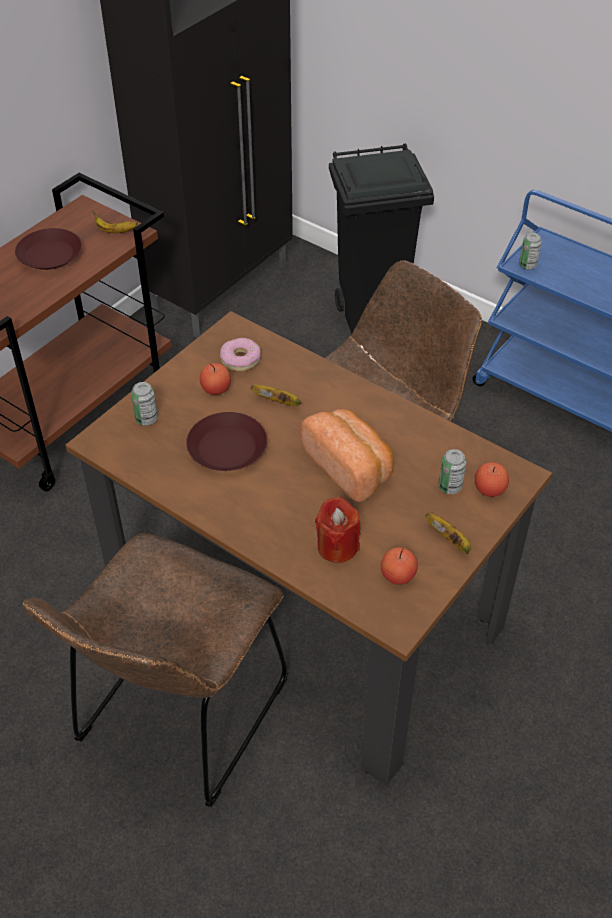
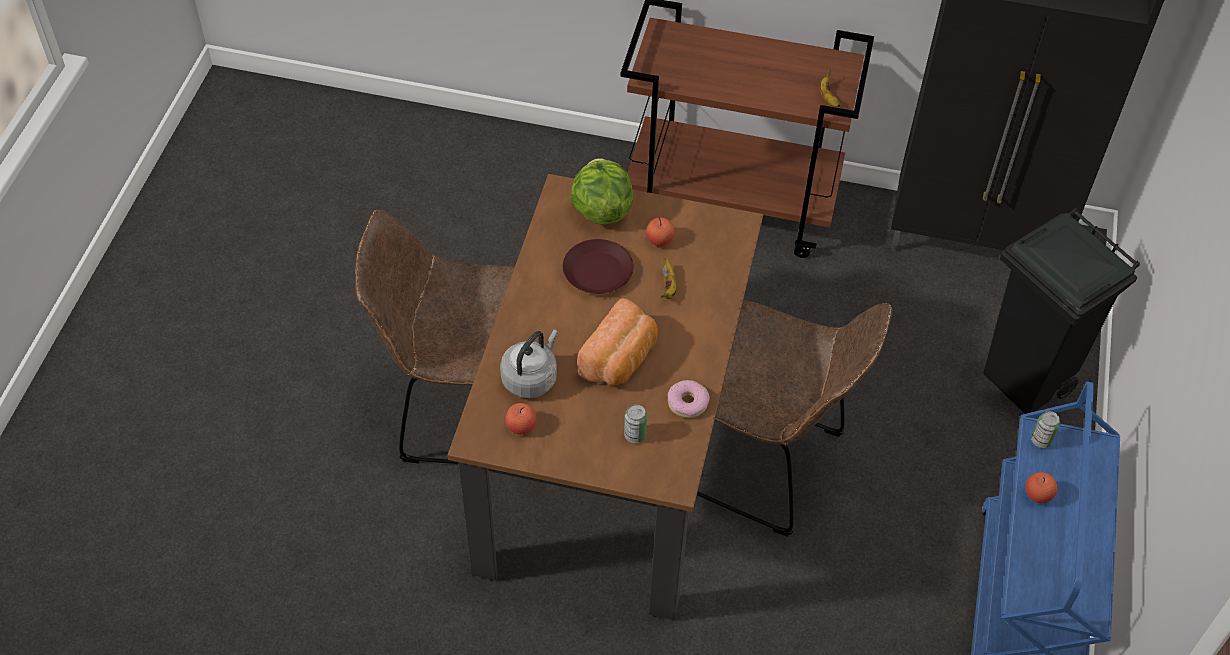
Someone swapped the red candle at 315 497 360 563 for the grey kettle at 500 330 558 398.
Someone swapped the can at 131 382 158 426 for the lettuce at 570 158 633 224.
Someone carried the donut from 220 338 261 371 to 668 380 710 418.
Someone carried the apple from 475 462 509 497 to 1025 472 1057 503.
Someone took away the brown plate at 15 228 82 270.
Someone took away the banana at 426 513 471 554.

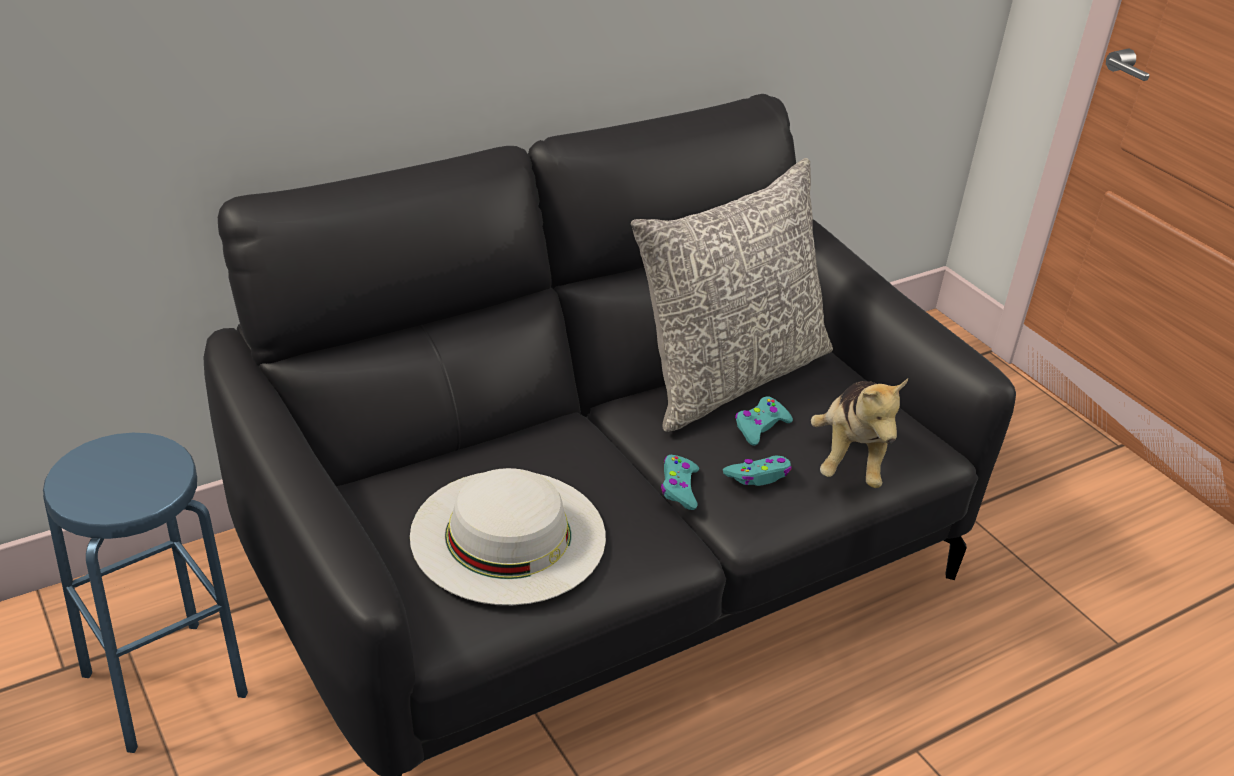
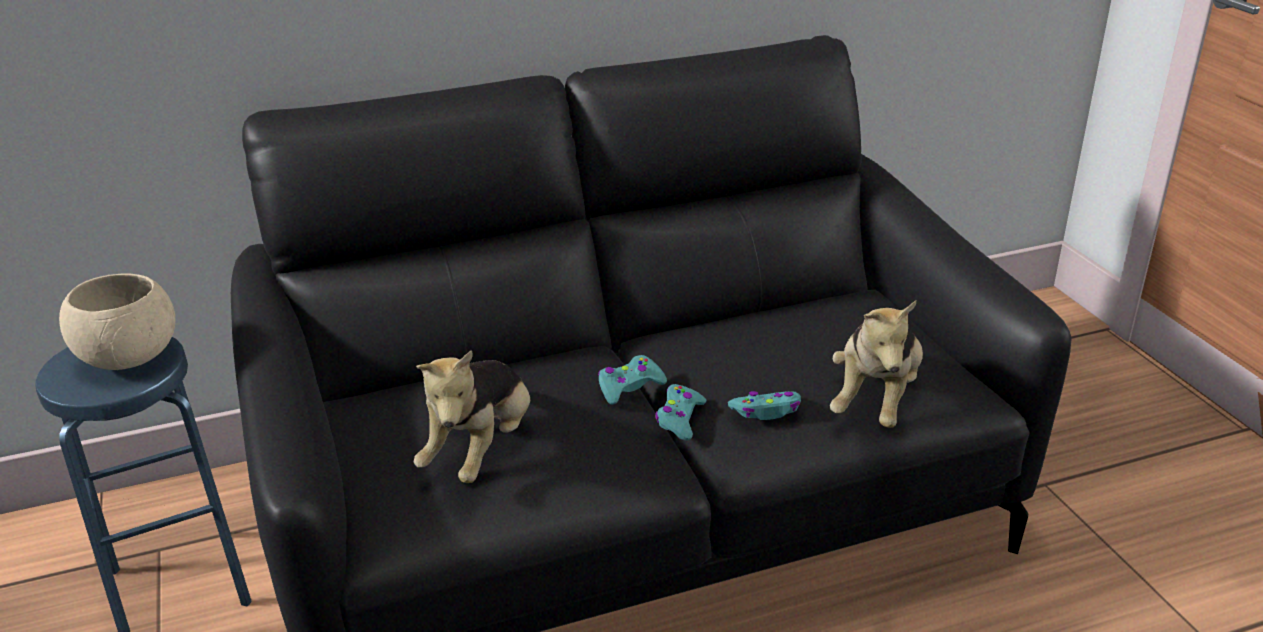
Someone put down the beige bowl at 59 274 175 370.
Someone swapped the white hat at 410 468 606 605 for the plush toy at 414 350 530 483.
Someone carried the turquoise game controller from 735 396 793 446 to 598 355 667 405.
Someone took away the grey pillow at 631 158 833 432.

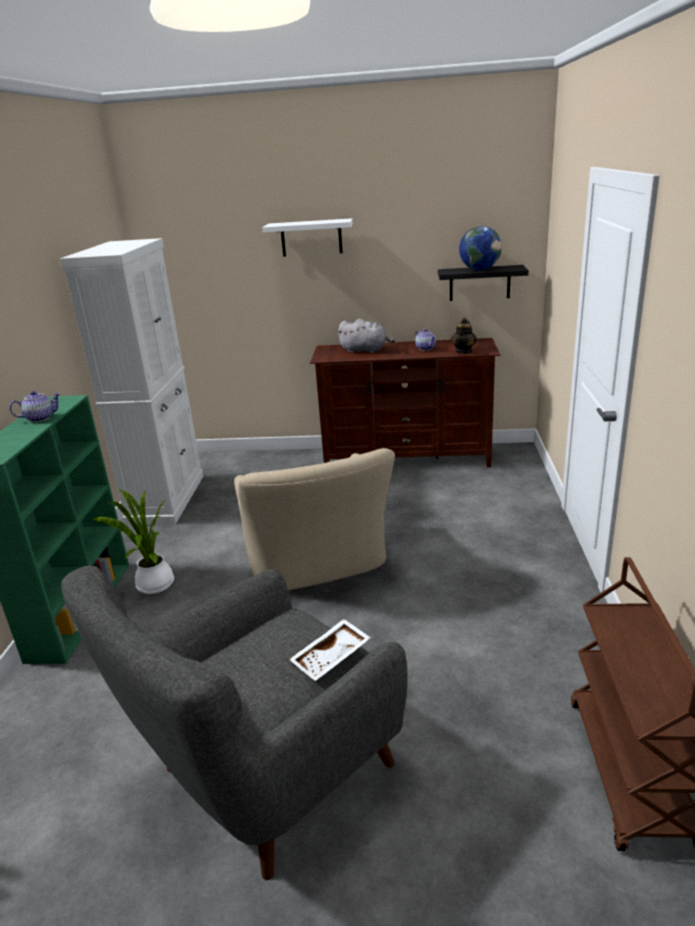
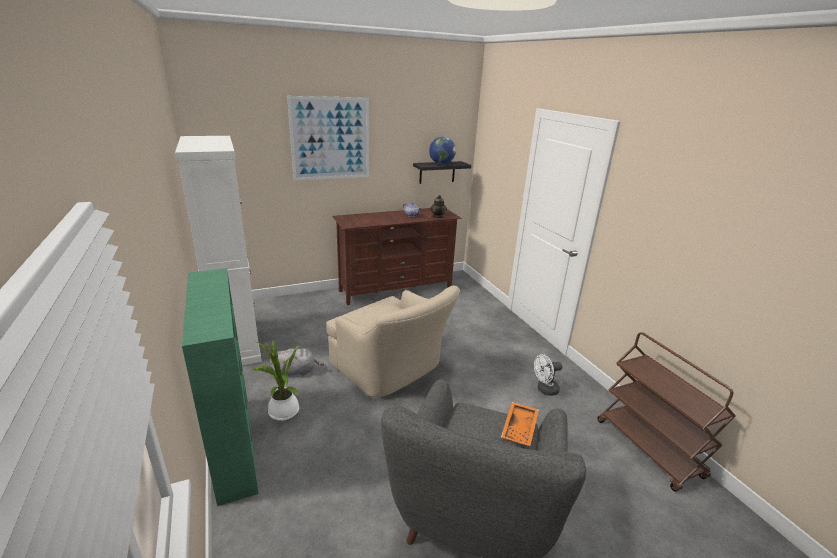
Someone carried the grey plush toy from 338 319 395 354 to 270 348 324 376.
Someone swapped the white shelf at 262 218 353 257 for the picture at 287 96 369 180.
Someone repainted the white tray at 289 619 371 681, which became the orange tray at 501 402 539 446.
Someone put down the white fan at 534 354 562 396.
Someone took away the teapot at 10 391 61 422.

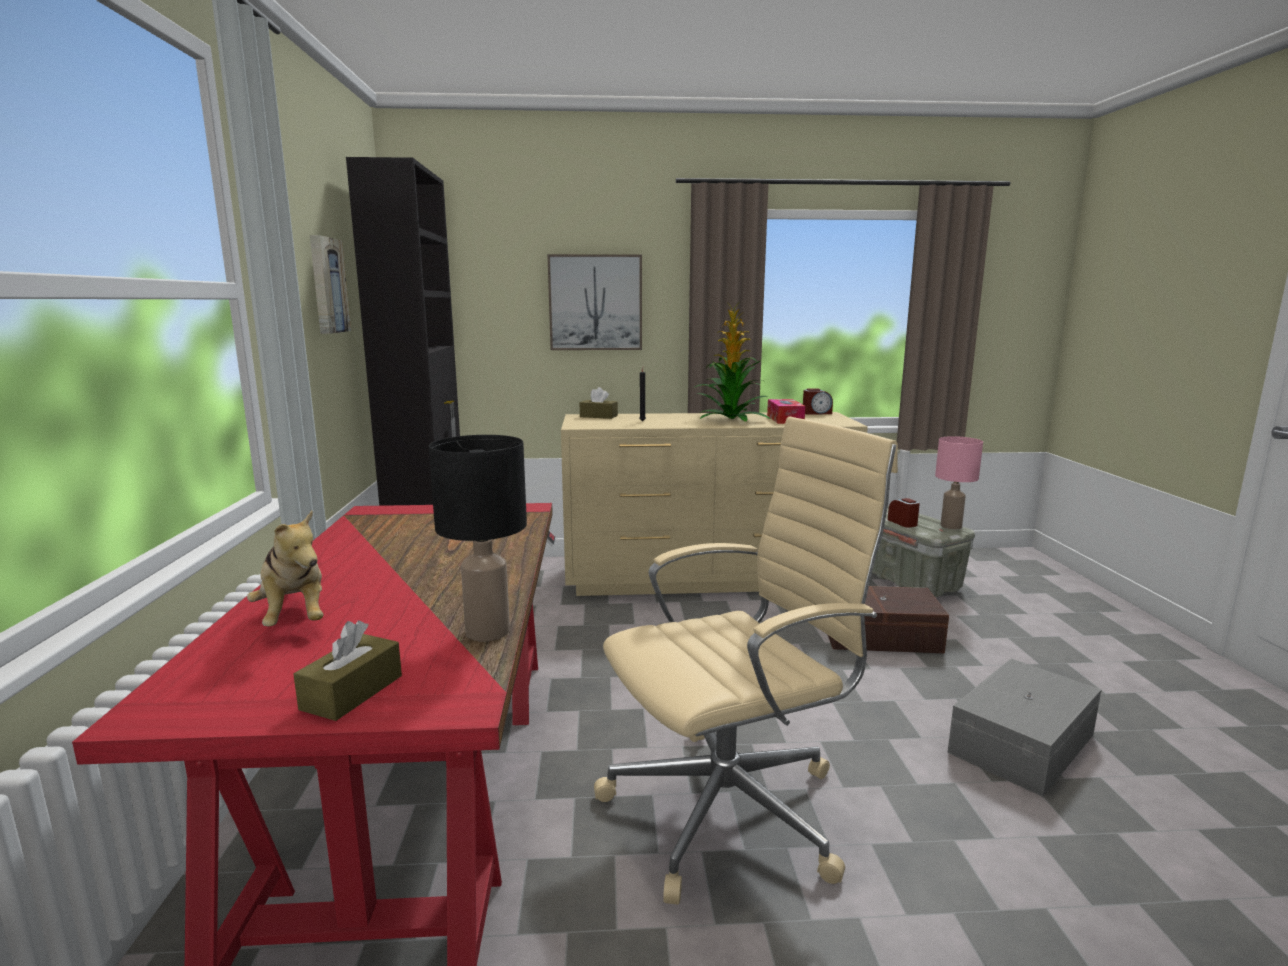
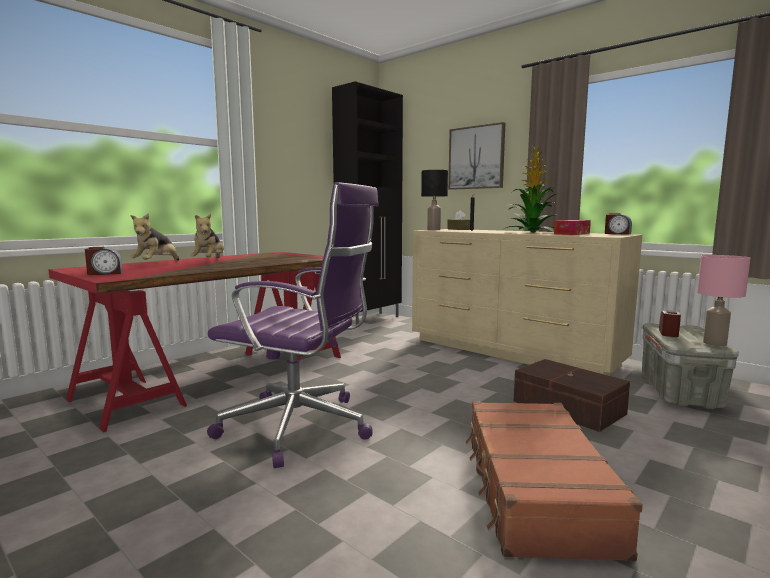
Someone swapped the brown tissue box at 293 620 402 721 for the alarm clock at 85 247 123 275.
Someone put down the plush toy at 190 214 224 258.
Someone repainted the beige office chair at 594 417 898 905, which became the purple office chair at 207 182 379 468.
Someone carried the black table lamp from 429 435 527 641 to 421 170 448 230.
Someone swapped the grey storage box at 948 658 1101 797 for the brown suitcase at 465 401 643 561.
Someone took away the picture at 310 235 351 334.

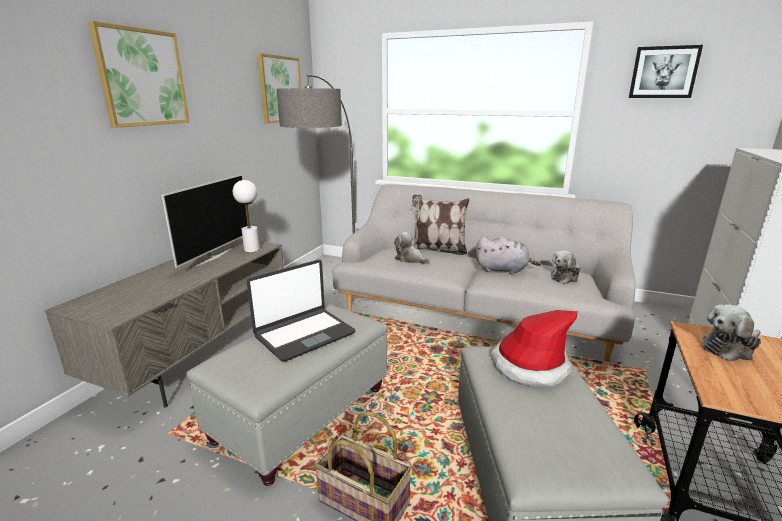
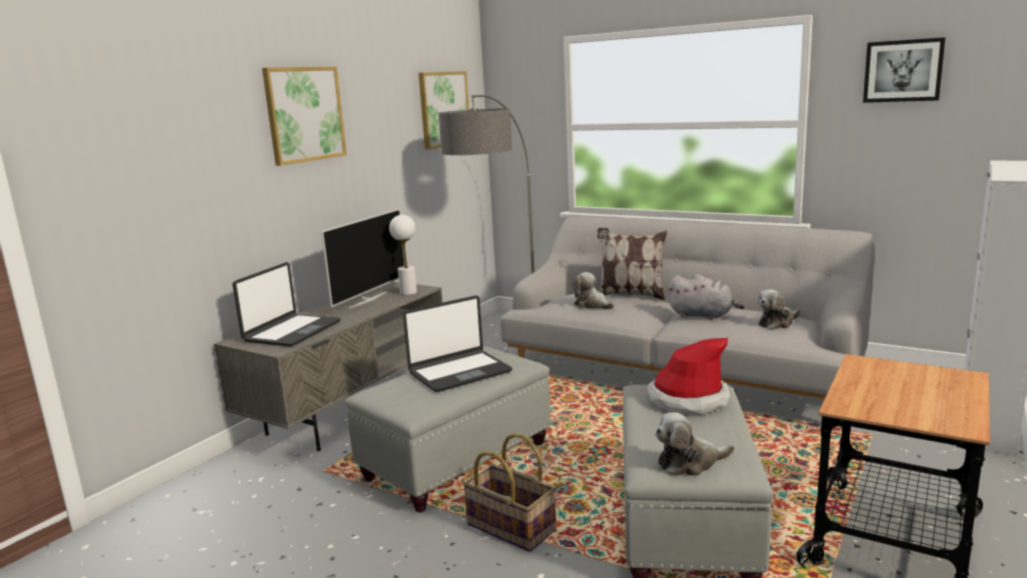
Someone put down the laptop at 233 262 340 347.
Someone carried the plush toy from 702 304 761 361 to 655 412 735 476.

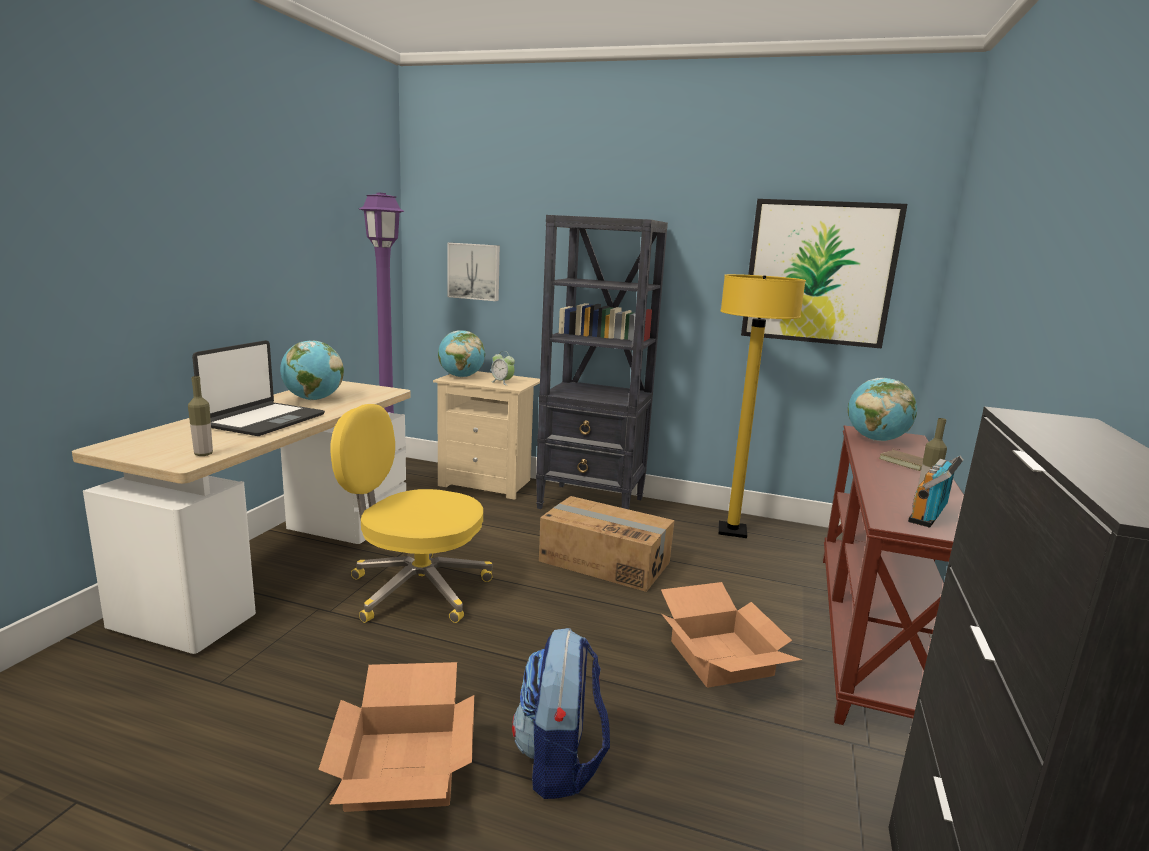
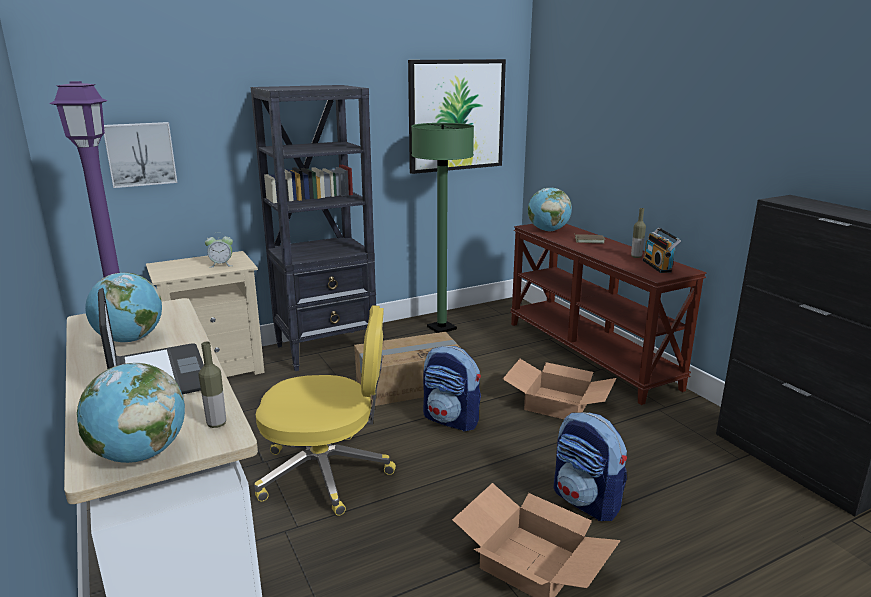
Someone carried the globe from 438 330 485 377 to 77 363 185 463.
Someone rotated the yellow office chair at 330 404 493 623 by 150 degrees counterclockwise.
Someone repainted the yellow floor lamp at 718 274 806 538, which became the green floor lamp at 411 123 474 333.
Someone put down the backpack at 423 346 481 432.

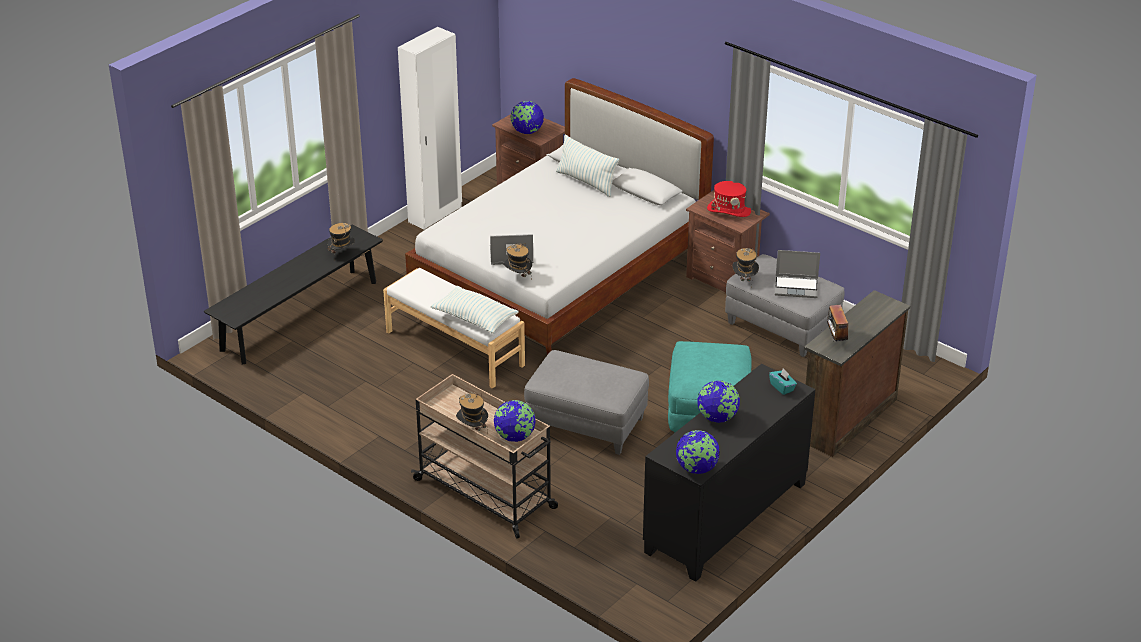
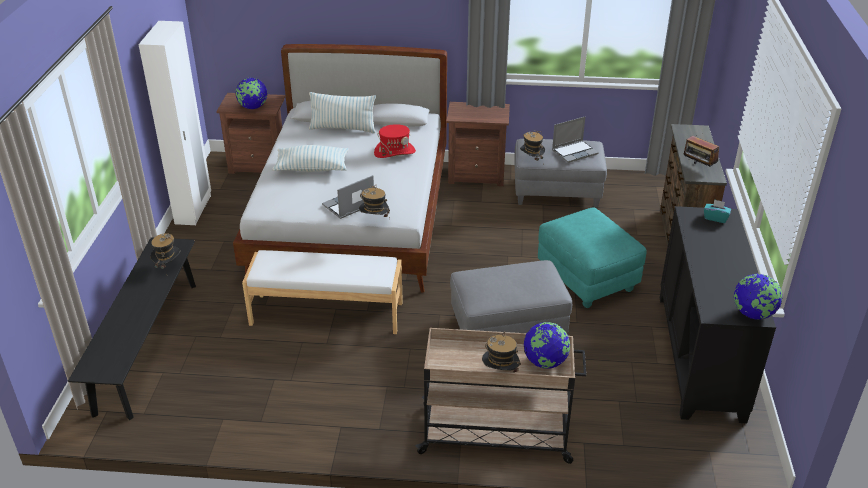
Someone carried the pillow from 430 286 519 334 to 272 145 349 172.
Someone carried the red hat from 707 181 751 217 to 374 124 416 158.
Someone took away the globe at 697 380 740 423.

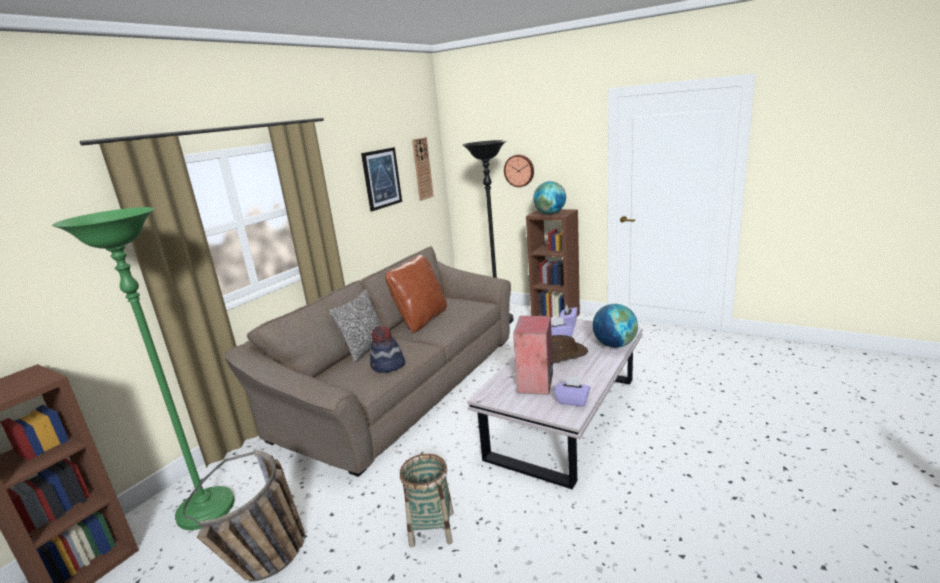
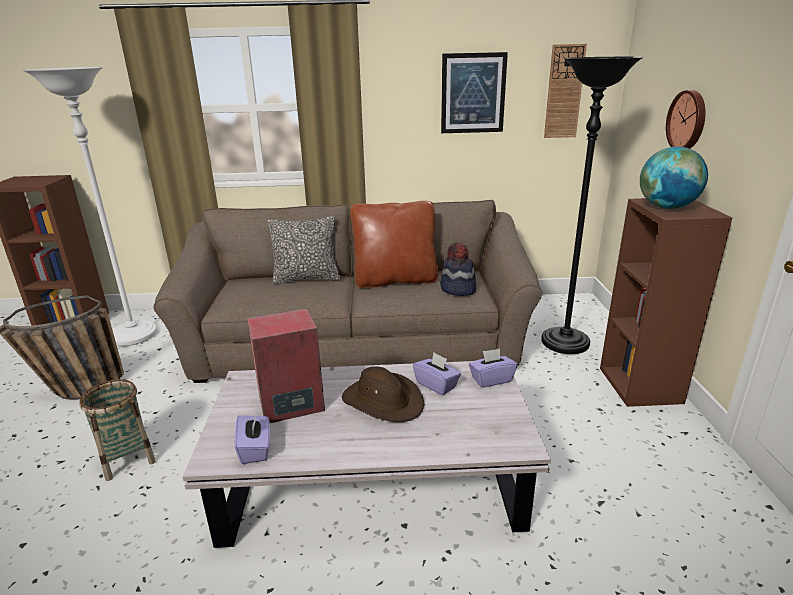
Someone repainted the green floor lamp at 52 207 234 530, which became the white floor lamp at 23 67 157 346.
Someone carried the hat from 370 326 406 373 to 440 242 476 296.
Someone took away the globe at 592 304 638 348.

